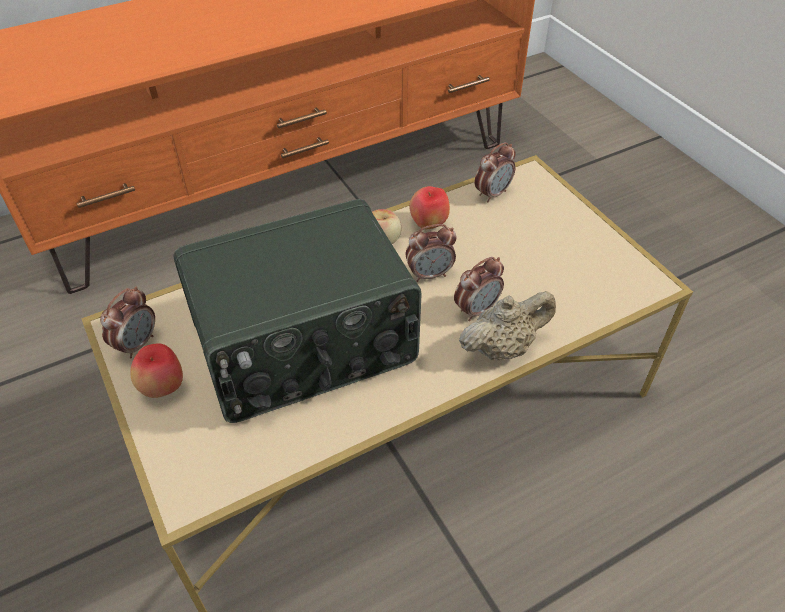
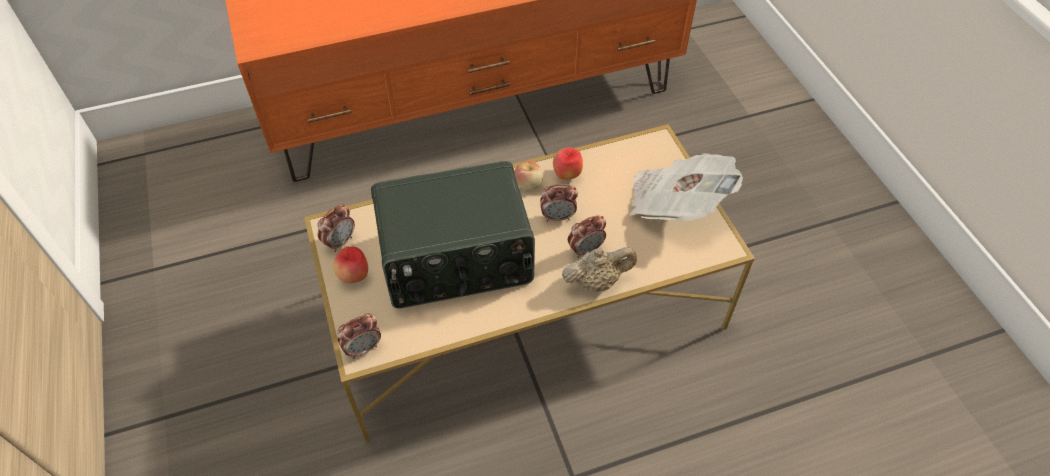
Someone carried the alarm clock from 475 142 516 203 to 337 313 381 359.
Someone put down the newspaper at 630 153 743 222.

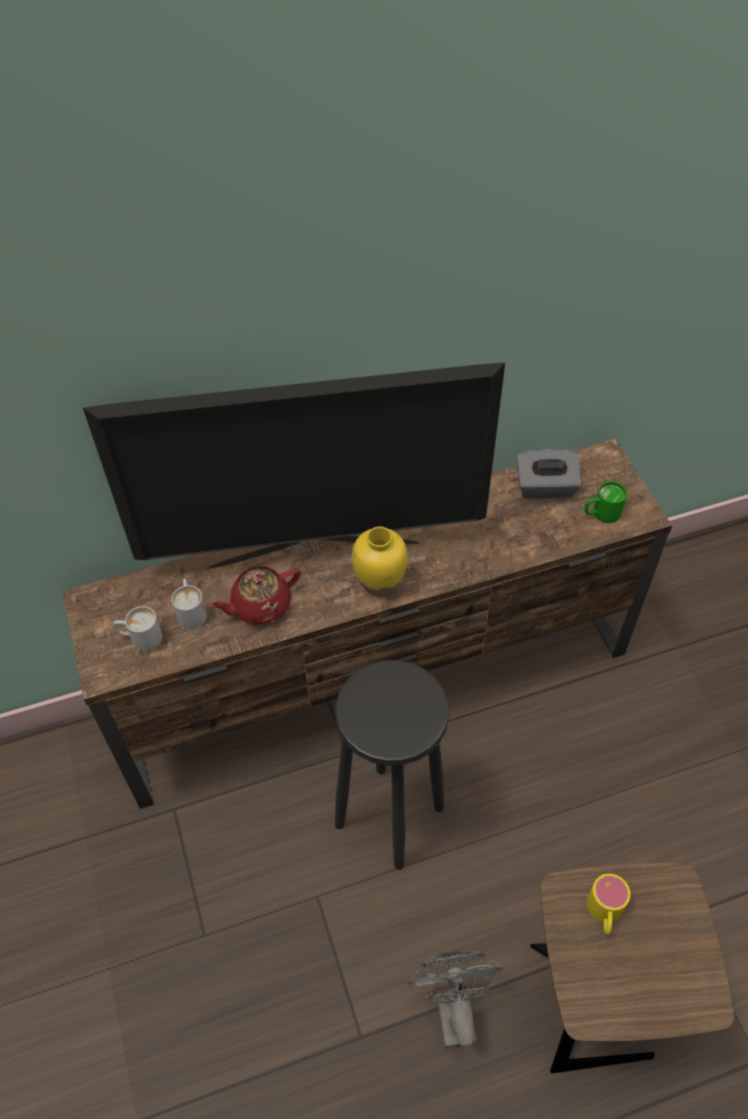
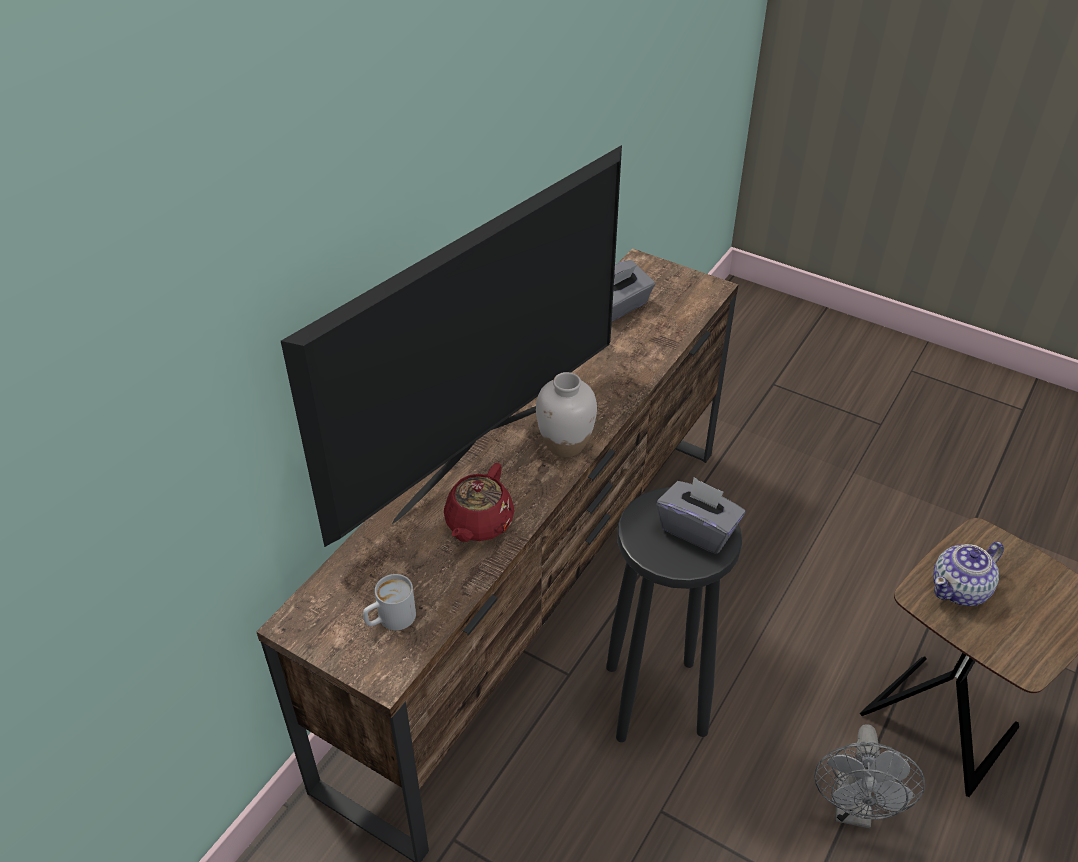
Someone repainted the yellow vase at 352 526 408 597, which became the white vase at 536 372 597 458.
Someone put down the grey tissue box at 657 477 746 554.
Someone rotated the grey fan at 407 950 503 1048 by 120 degrees counterclockwise.
Someone swapped the yellow mug at 586 874 630 935 for the teapot at 933 541 1004 606.
Someone took away the white mug at 172 579 207 629.
Someone took away the green mug at 584 481 627 523.

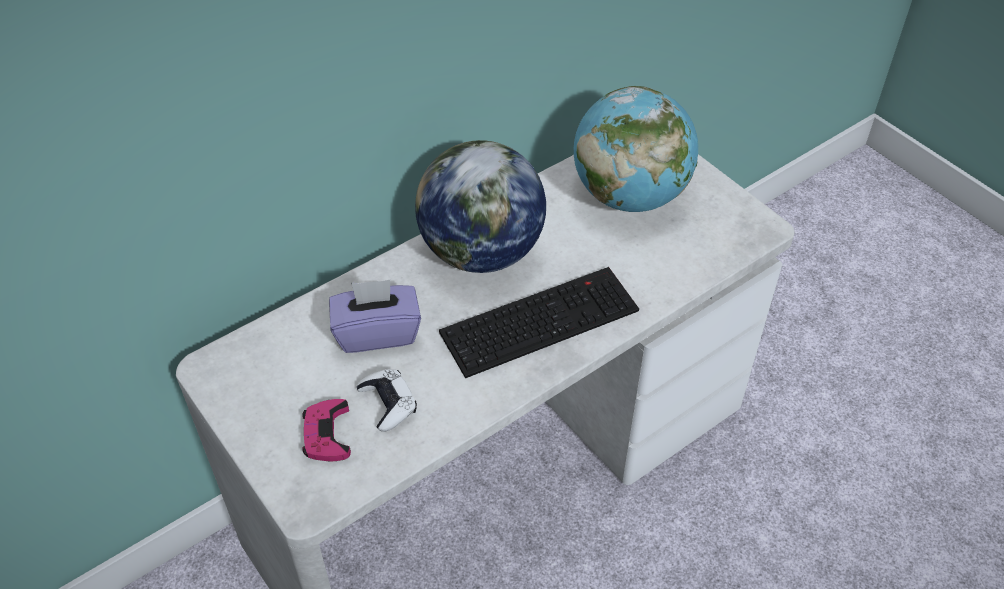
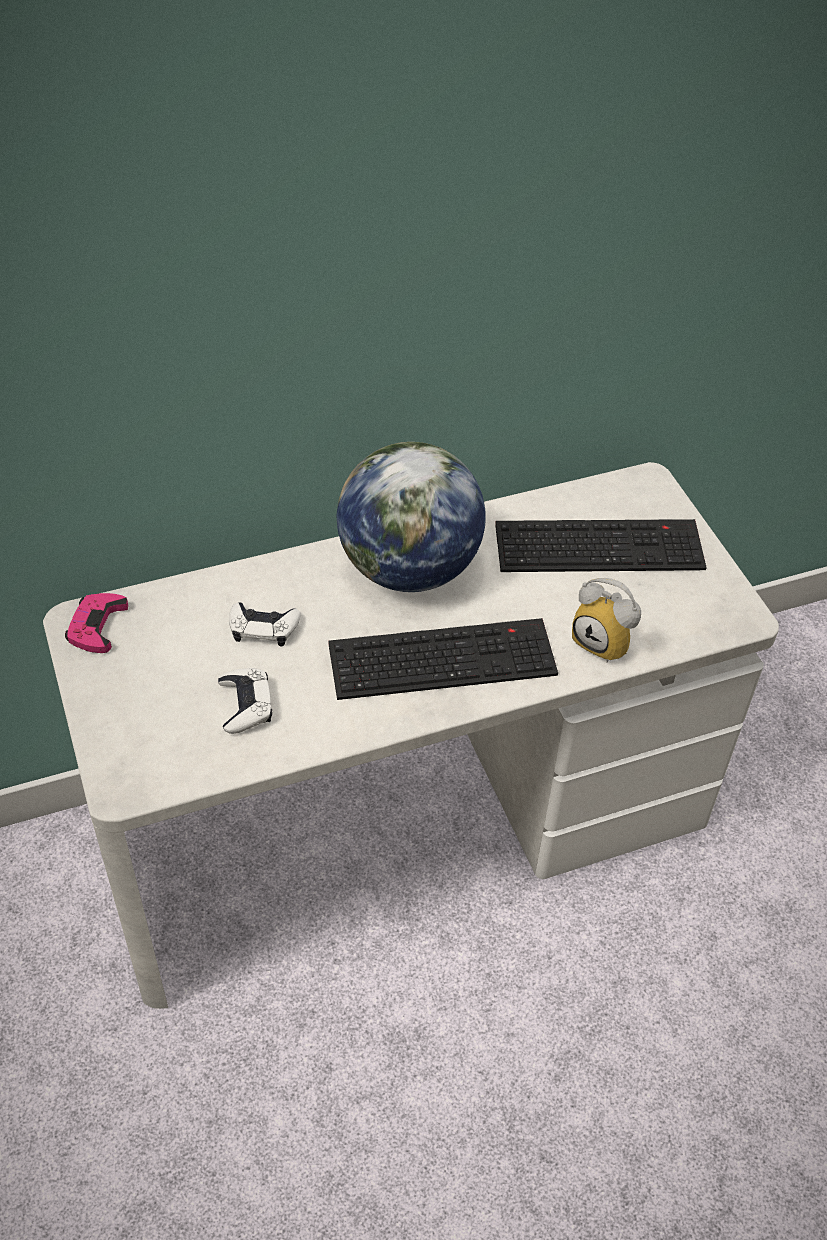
Someone carried the pink game controller from 302 399 351 462 to 65 593 128 653.
Someone swapped the purple tissue box at 329 280 421 353 for the white game controller at 229 602 301 647.
Someone swapped the globe at 574 86 698 212 for the keyboard at 495 519 707 572.
Someone put down the alarm clock at 572 578 641 663.

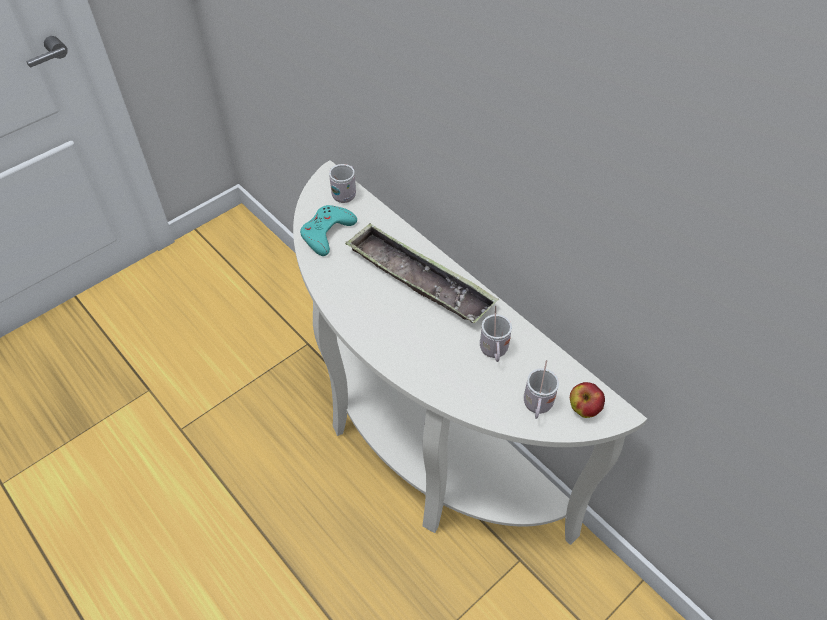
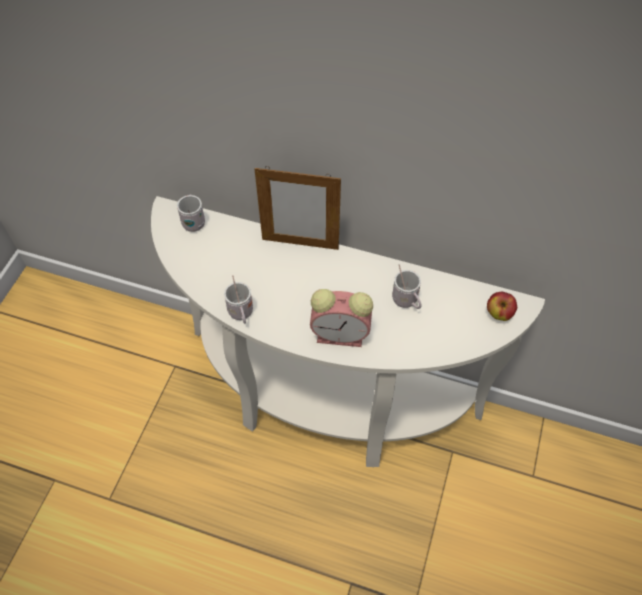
Someone carried the white mug from 524 360 559 419 to 224 275 253 324.
Someone put down the picture frame at 255 166 341 250.
Someone put down the alarm clock at 310 289 373 347.
Someone took away the turquoise game controller at 300 205 357 256.
Someone took away the tray at 345 223 499 323.

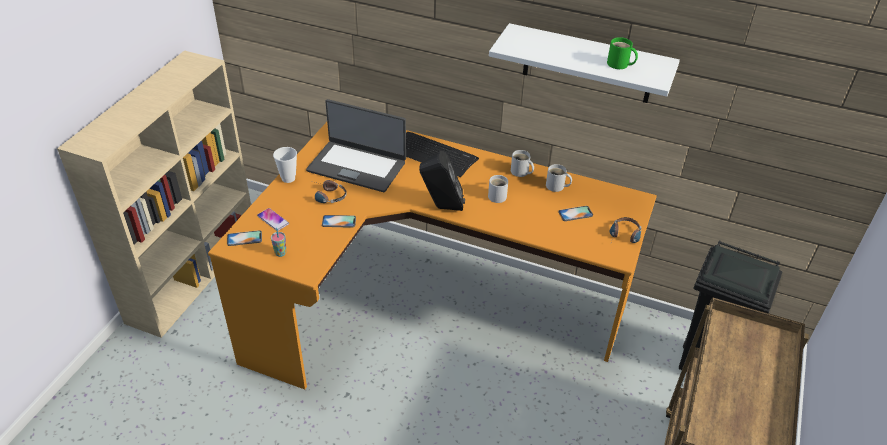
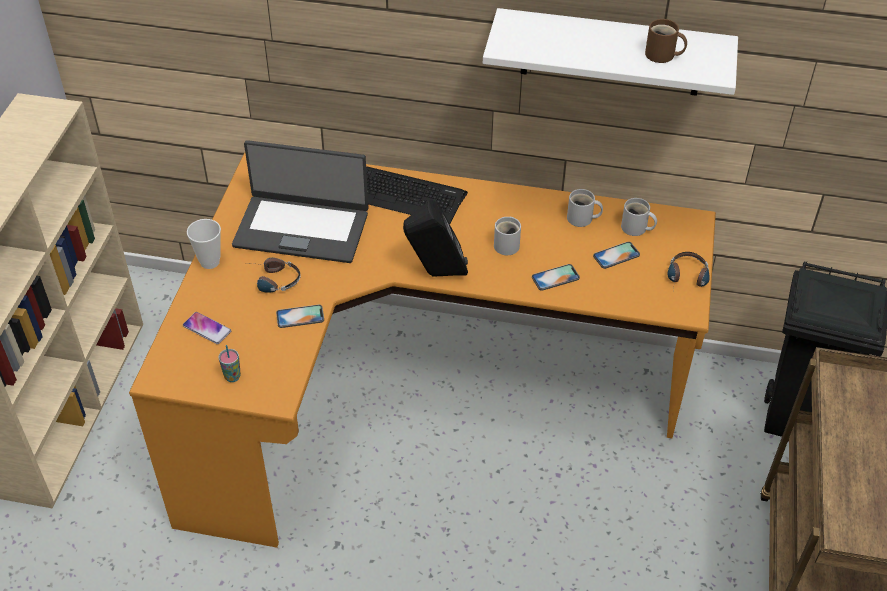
Someone carried the phone from 227 230 262 246 to 532 264 580 291.
Someone carried the white mug from 511 150 534 177 to 621 198 657 236.
Someone repainted the green mug at 607 37 638 69, which became the brown mug at 645 19 687 63.

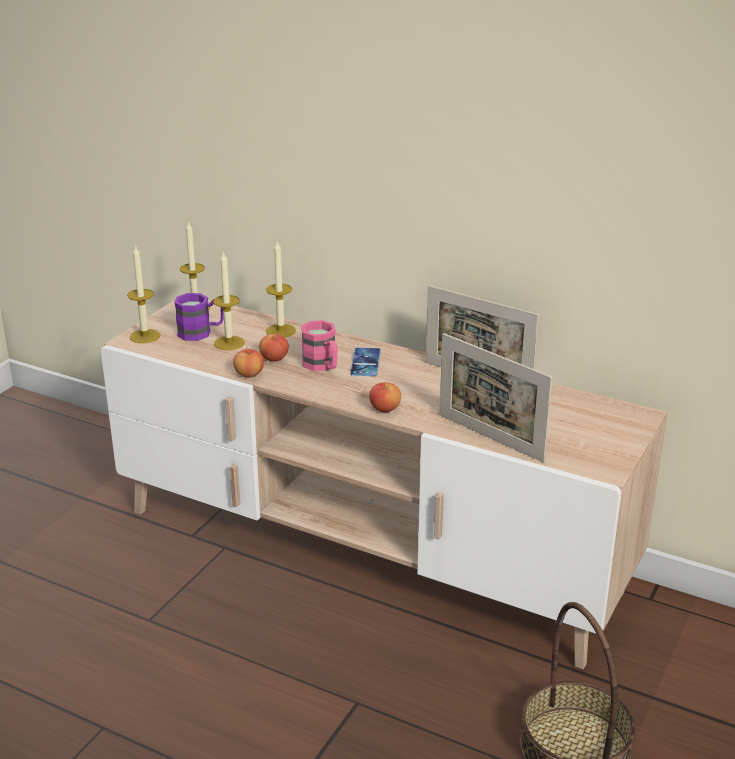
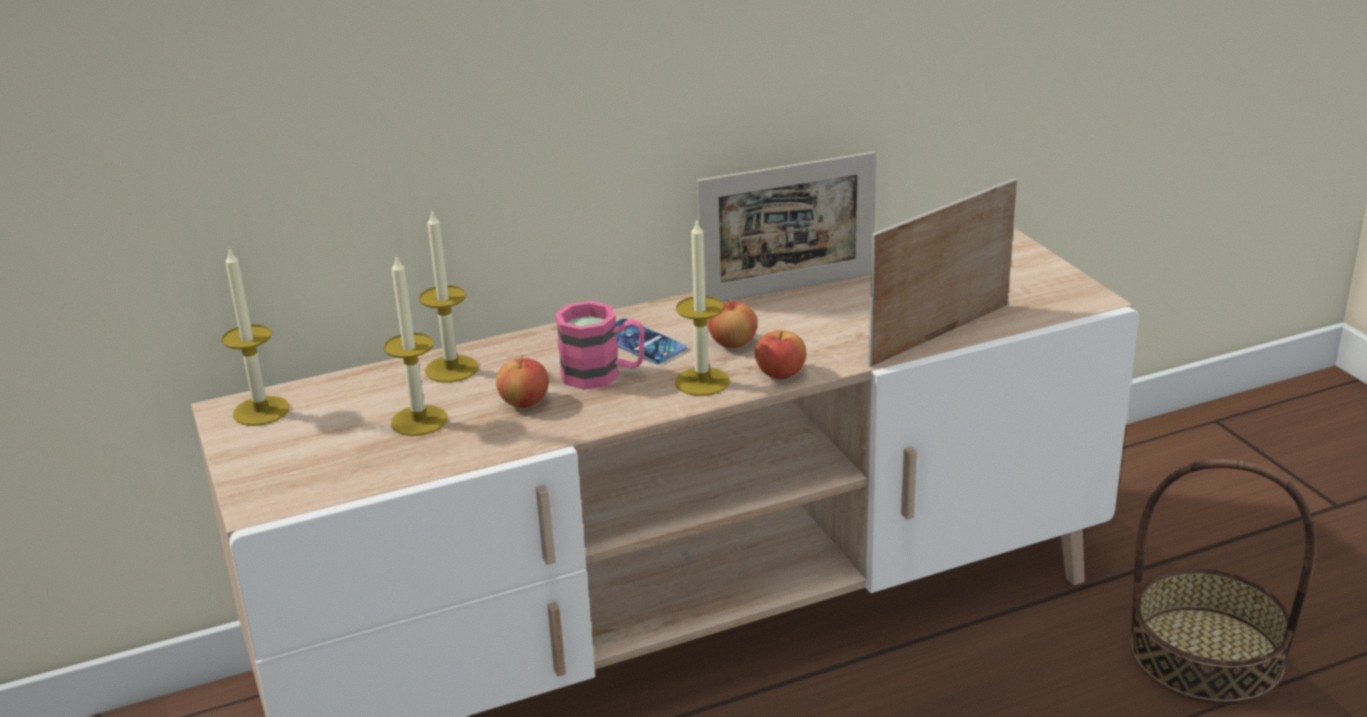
Someone carried the candle from 127 245 160 343 to 675 218 730 396.
Someone carried the apple from 233 347 264 378 to 708 300 758 348.
Someone rotated the picture frame at 439 333 553 463 by 150 degrees clockwise.
Someone took away the purple mug at 174 293 224 341.

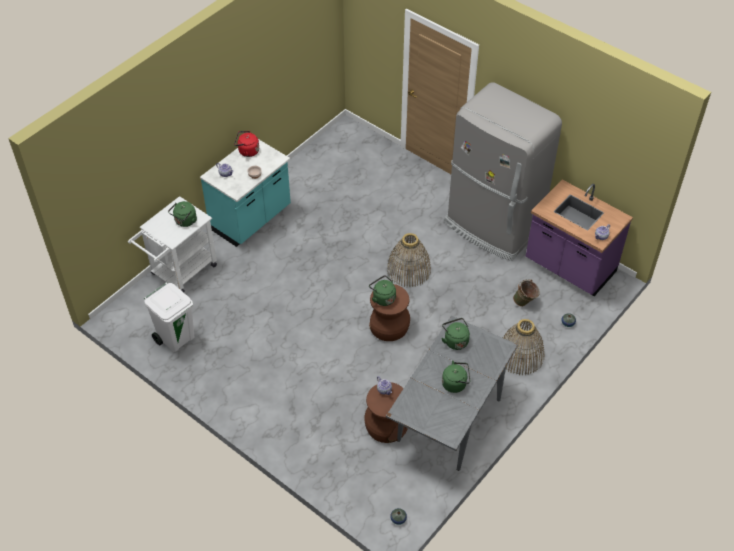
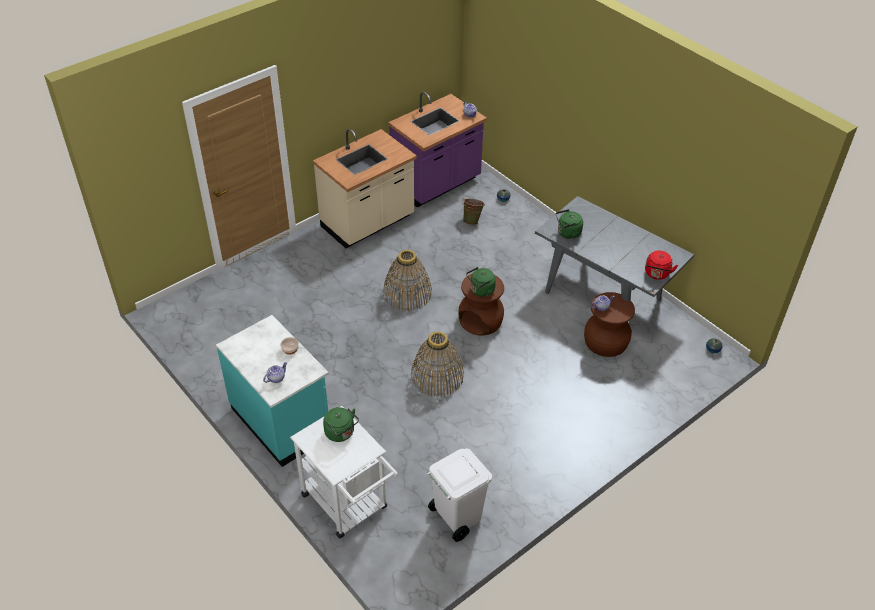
Someone swapped the grey fridge at 444 82 562 261 for the beige counter at 313 129 417 248.
Someone carried the basket from 503 319 544 375 to 411 332 464 397.
Someone carried the red kettle from 234 131 259 157 to 645 251 678 280.
Someone took away the green kettle at 442 361 470 393.

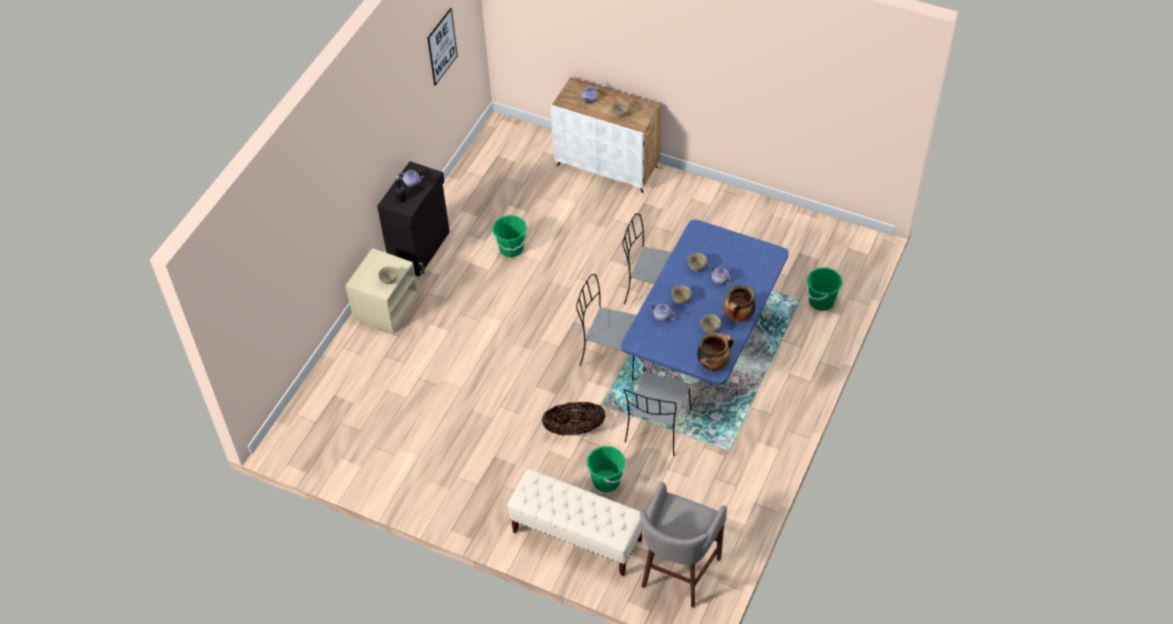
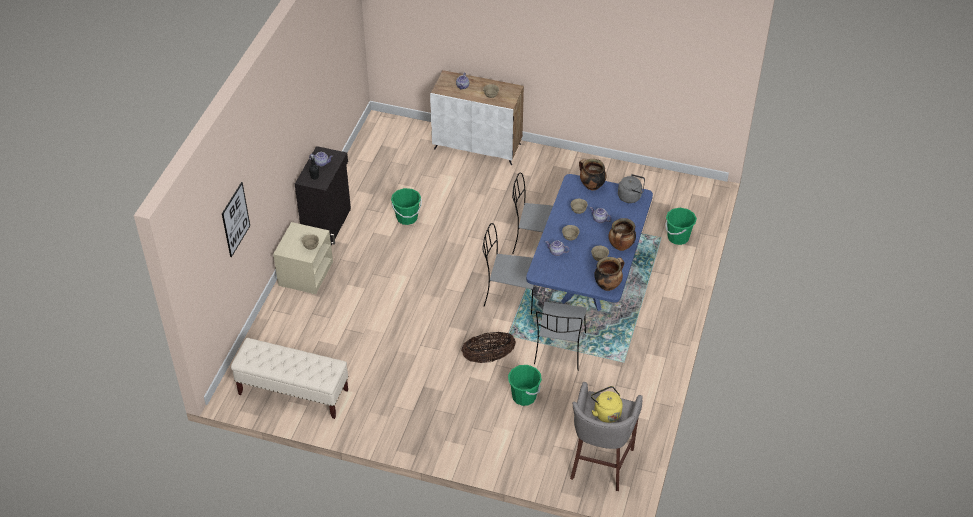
Someone carried the picture from 428 8 458 86 to 222 182 250 257.
Someone carried the beige bench from 508 469 643 576 to 231 338 349 419.
Someone put down the cooking pot at 579 159 606 190.
Someone put down the yellow kettle at 591 386 623 423.
Someone put down the grey kettle at 618 174 645 203.

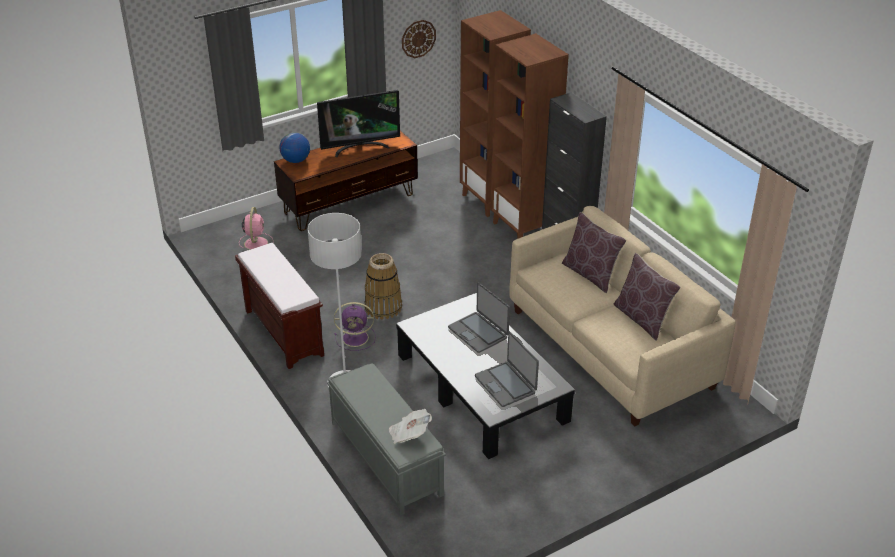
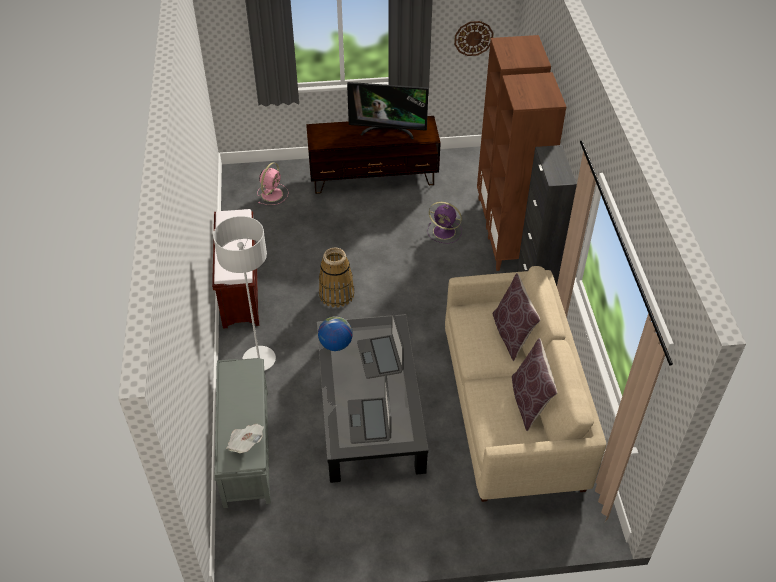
Someone carried the globe from 279 132 310 163 to 318 316 353 351.
Someone carried the purple fan from 334 302 376 351 to 428 202 462 244.

